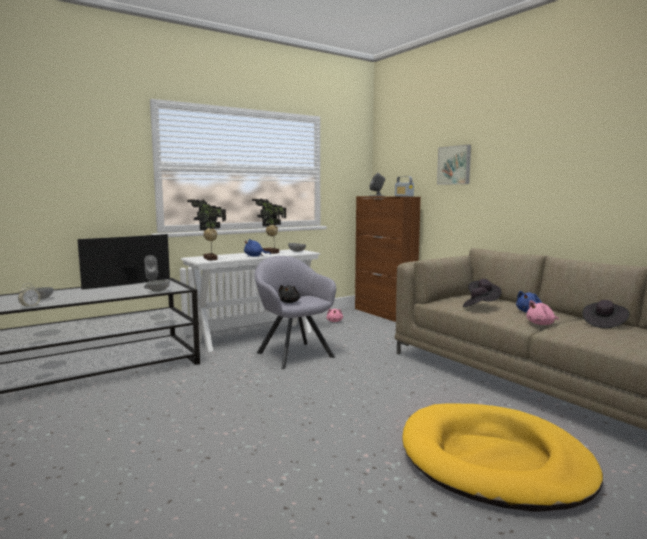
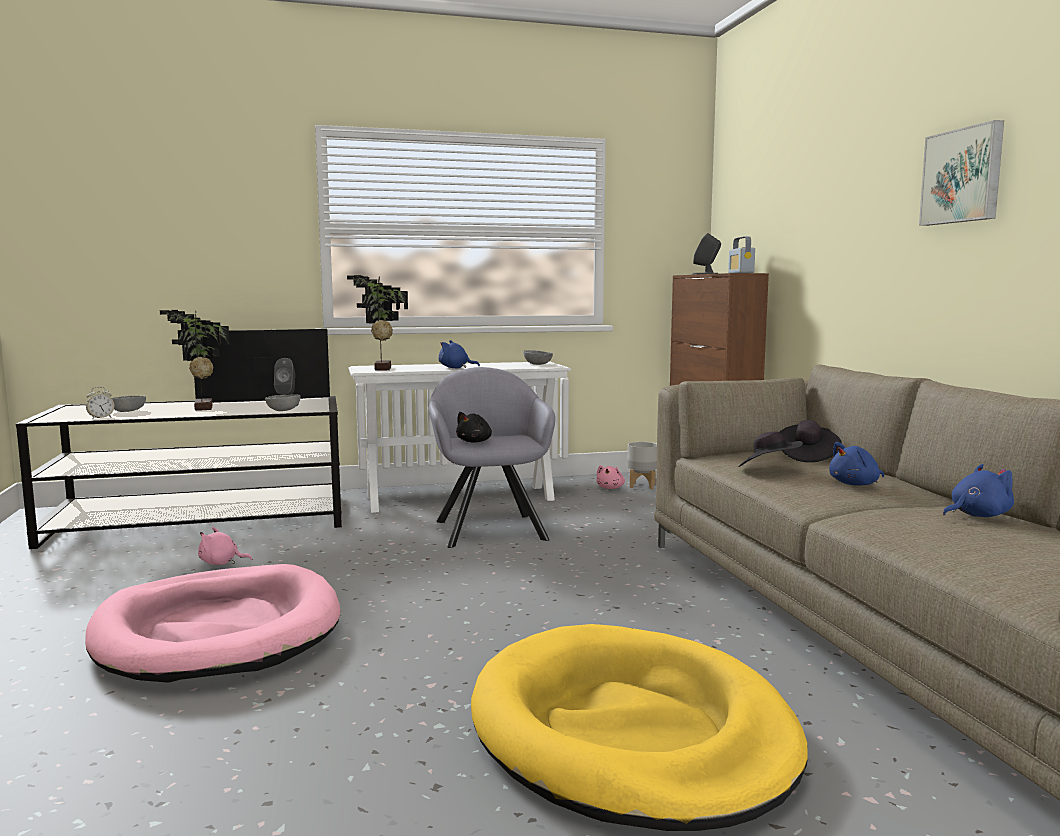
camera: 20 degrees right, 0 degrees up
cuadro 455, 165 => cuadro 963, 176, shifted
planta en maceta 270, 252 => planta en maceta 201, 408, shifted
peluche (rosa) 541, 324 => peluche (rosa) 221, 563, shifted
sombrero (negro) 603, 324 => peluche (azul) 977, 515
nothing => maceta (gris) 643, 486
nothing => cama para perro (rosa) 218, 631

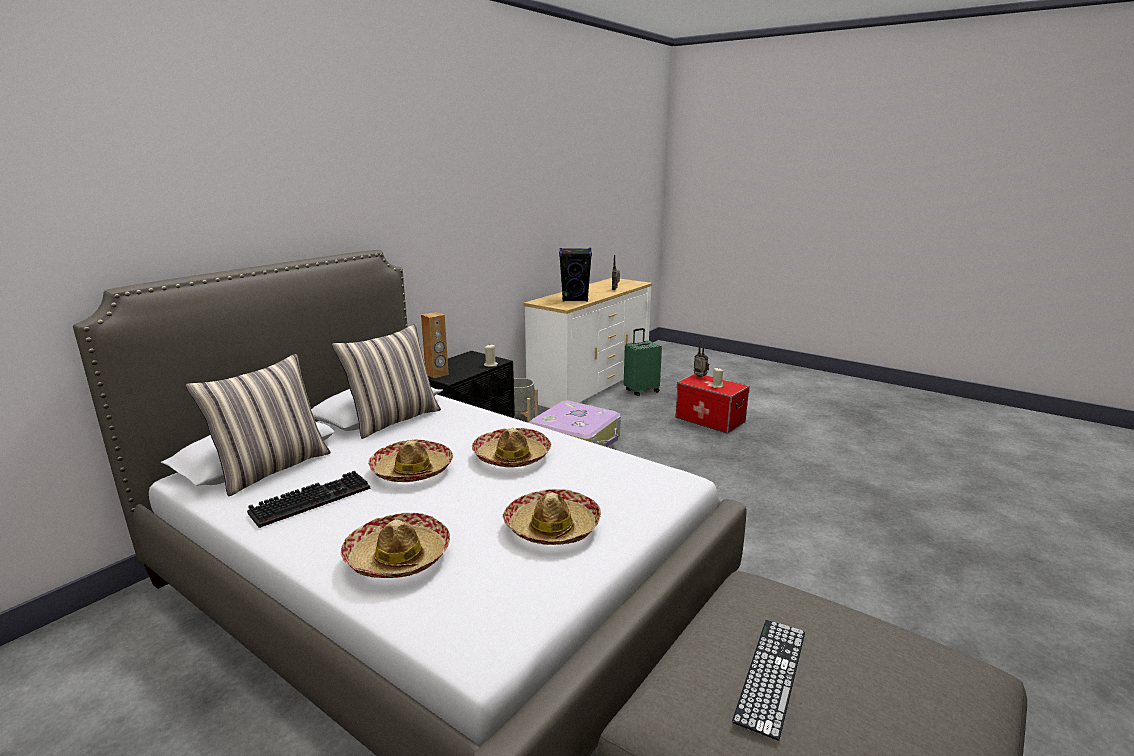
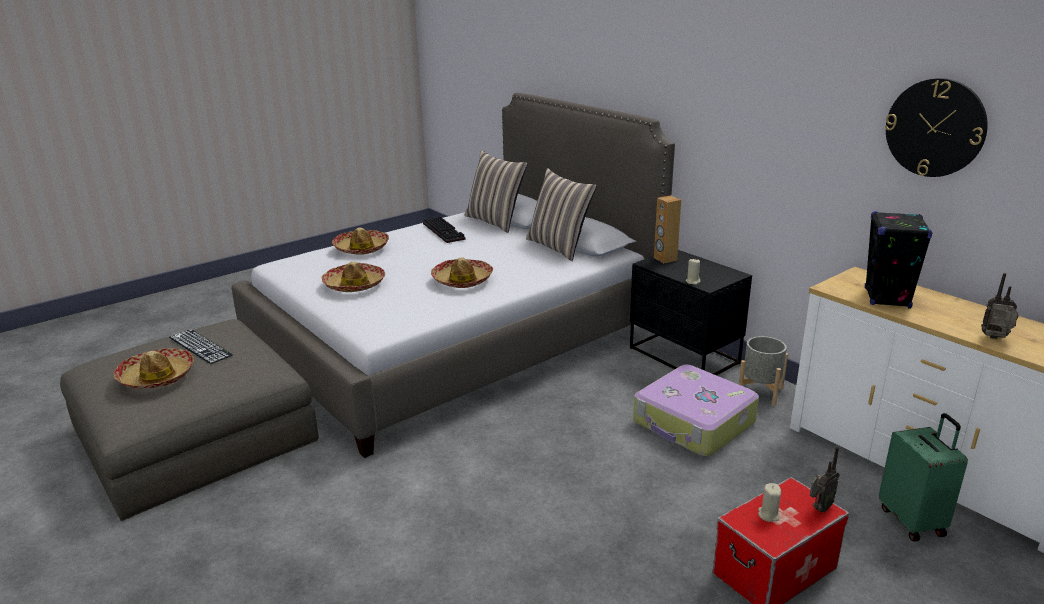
camera: 105 degrees right, 5 degrees up
sombrero 412, 470 => sombrero 157, 377, shifted
nothing => reloj de pared 935, 128

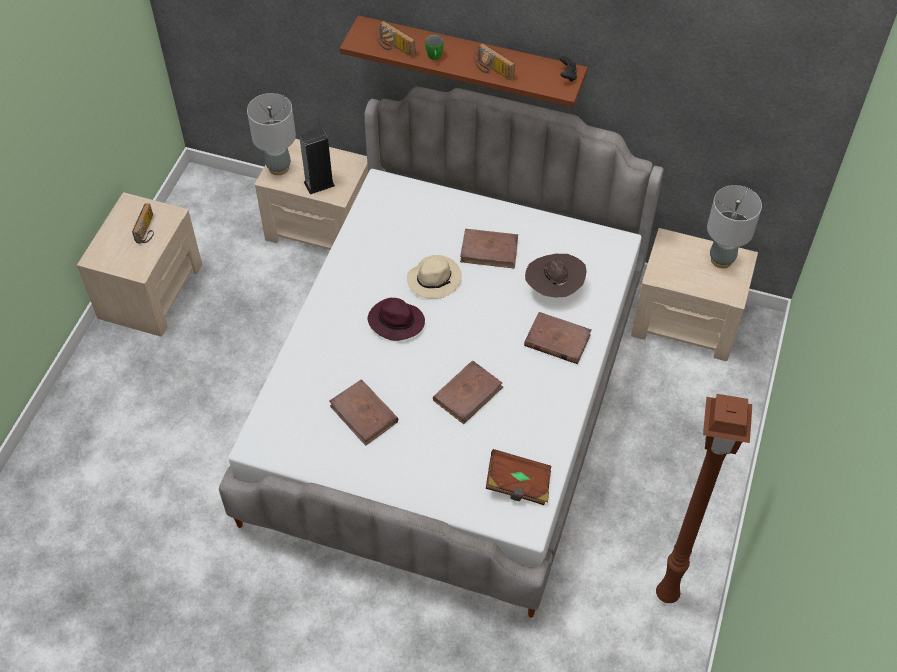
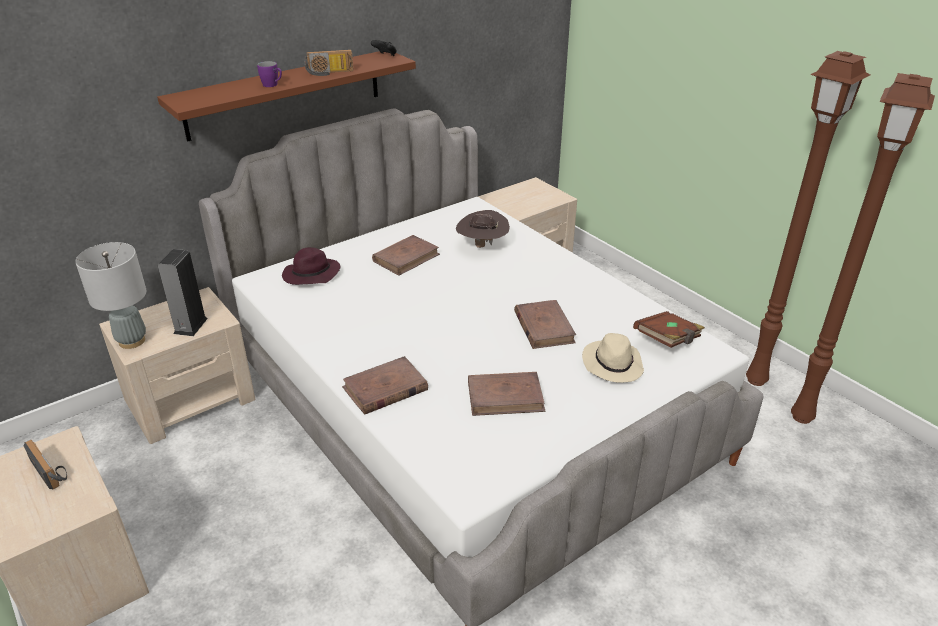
camera: 55 degrees left, 20 degrees down
radio 394, 47 => nothing
taza grande (verde) 434, 58 => taza grande (morado) 273, 85
lámpara de mesa (gris) 721, 259 => nothing
sombrero (beis) 435, 279 => sombrero (beis) 612, 364, shifted
sombrero (morado) 395, 321 => sombrero (morado) 311, 275, shifted
libro (marrón) 557, 340 => libro (marrón) 385, 389, shifted
nothing => lámpara de pie (marrón) 803, 417

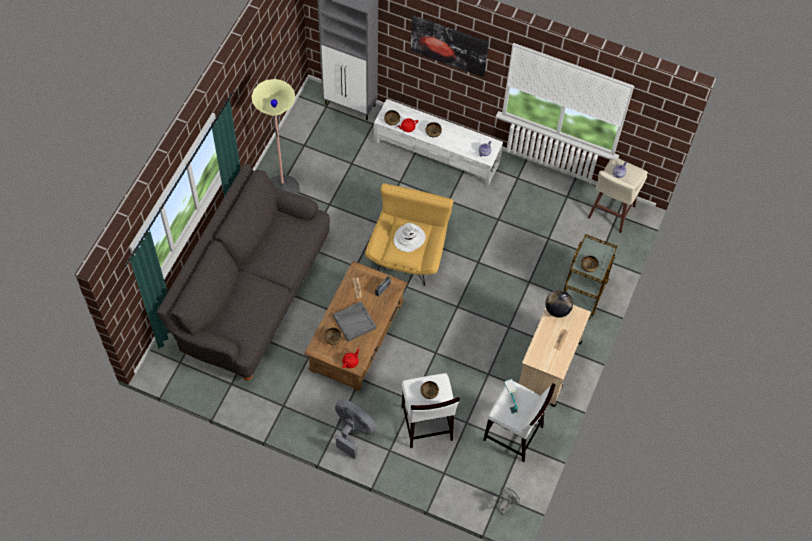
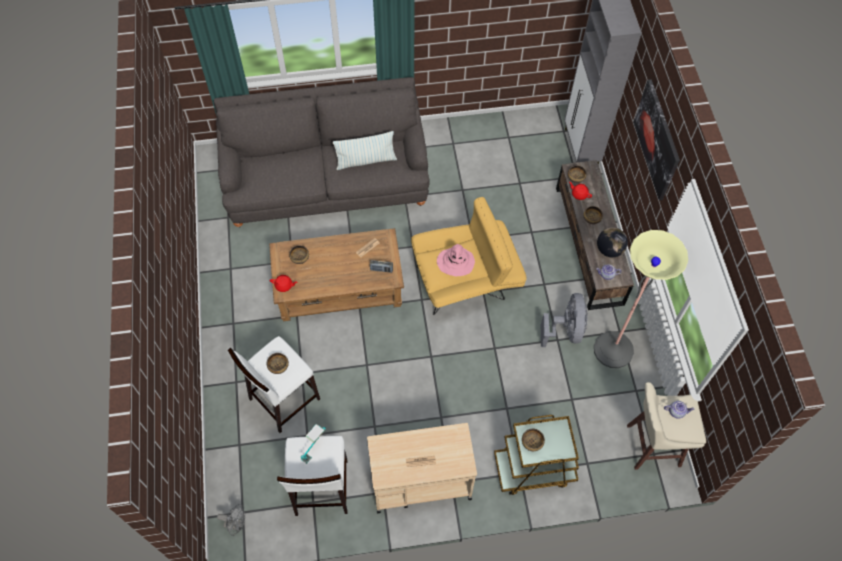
camera: 60 degrees right, 0 degrees up
lámpara de pie 283, 189 => lámpara de pie 613, 350, shifted
mueble de televisión (blanco) 437, 153 => mueble de televisión (marrón) 588, 245
sombrero (blanco) 409, 238 => sombrero (rosa) 455, 262
globo terráqueo 557, 310 => globo terráqueo 609, 250, shifted
bandeja (gris) 354, 321 => nothing
ventilador (gris) 353, 431 => ventilador (gris) 565, 330, shifted
nothing => cojín 366, 161

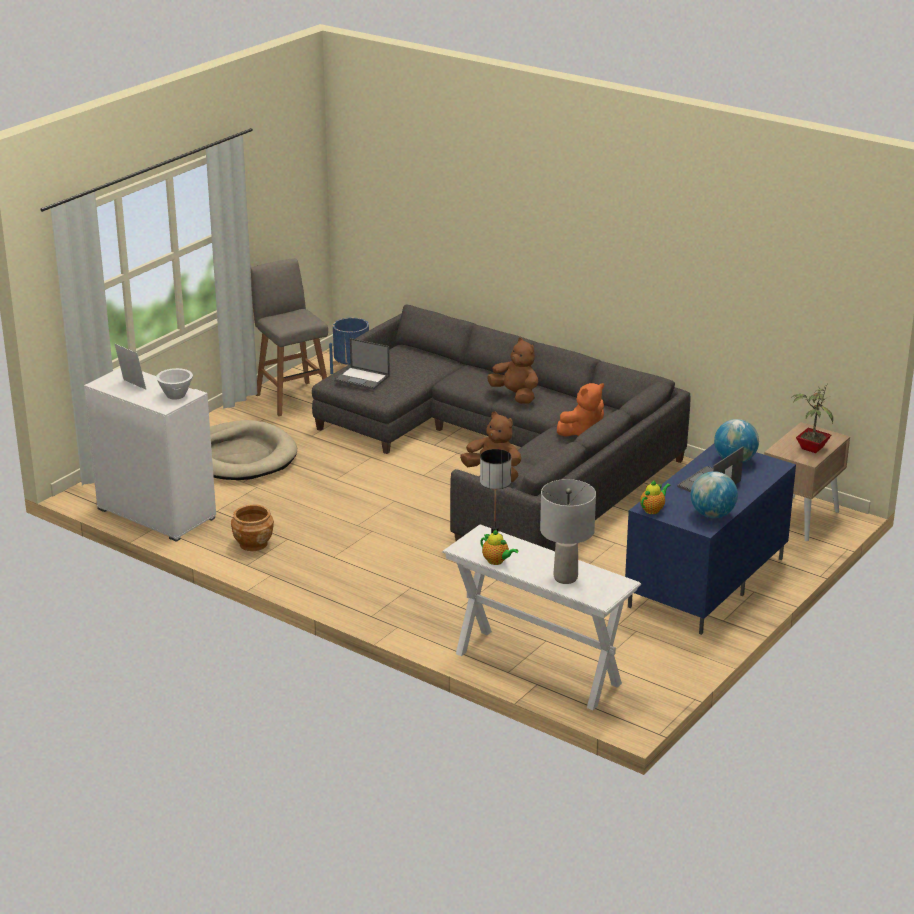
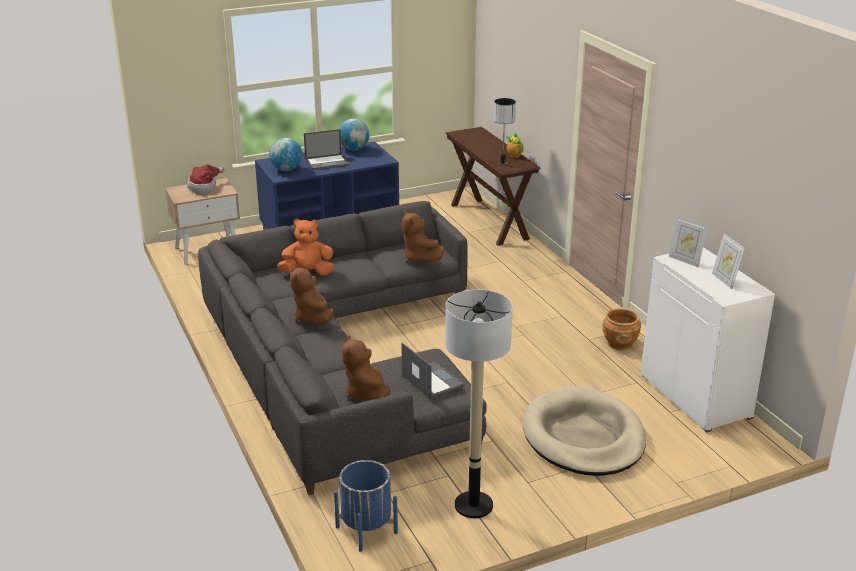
camera: 150 degrees left, 0 degrees up
taburete (gris) 292, 397 => lámpara de pie 473, 505
cuenco (blanco) 175, 395 => portarretratos 685, 260
planta en maceta 811, 448 => sombrero 204, 187
lámpara de mesa (gris) 566, 578 => nothing
tetera 653, 509 => nothing
mesa consola (blanco) 537, 668 => mesa consola (marrón) 489, 221
nothing => peluche (marrón) 366, 394

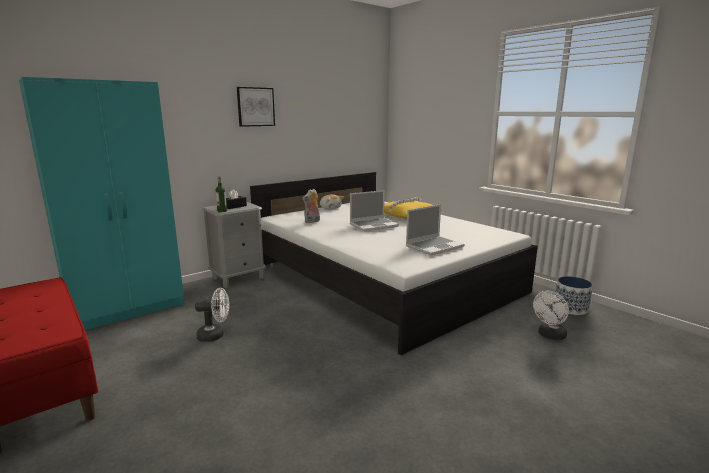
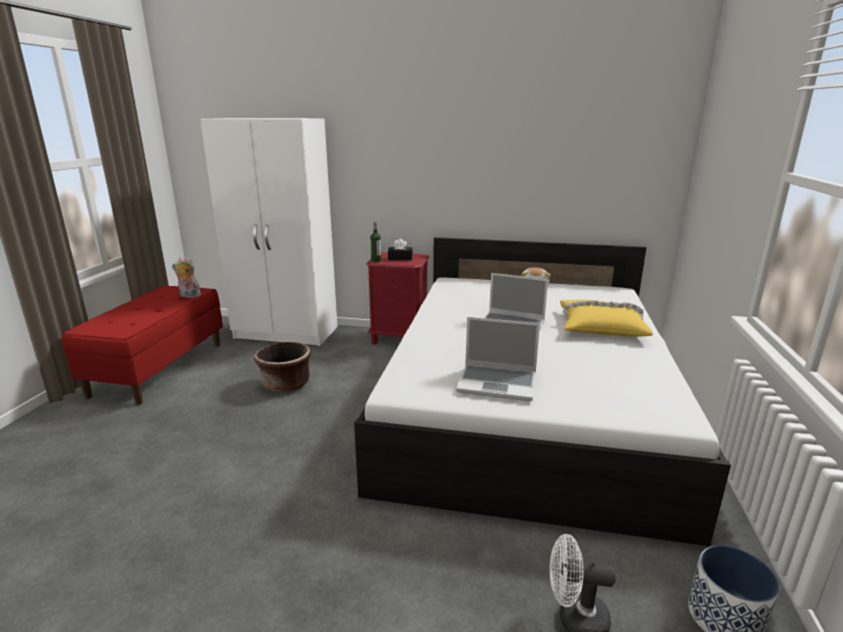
camera: 50 degrees right, 5 degrees up
armario ropero (turquesa) 128, 309 => armario ropero (blanco) 286, 333
cuadro 255, 107 => nothing
peluche 312, 221 => peluche 189, 296, shifted
mesita de noche (gris) 238, 278 => mesita de noche (rojo) 399, 338
ventilador (blanco) 215, 335 => maceta (marrón) 286, 384

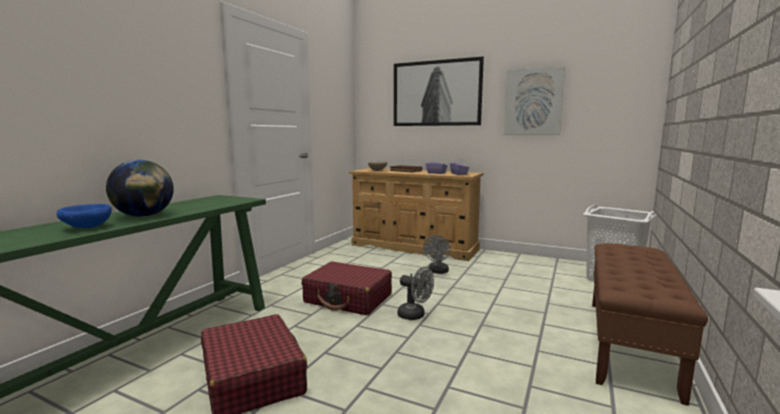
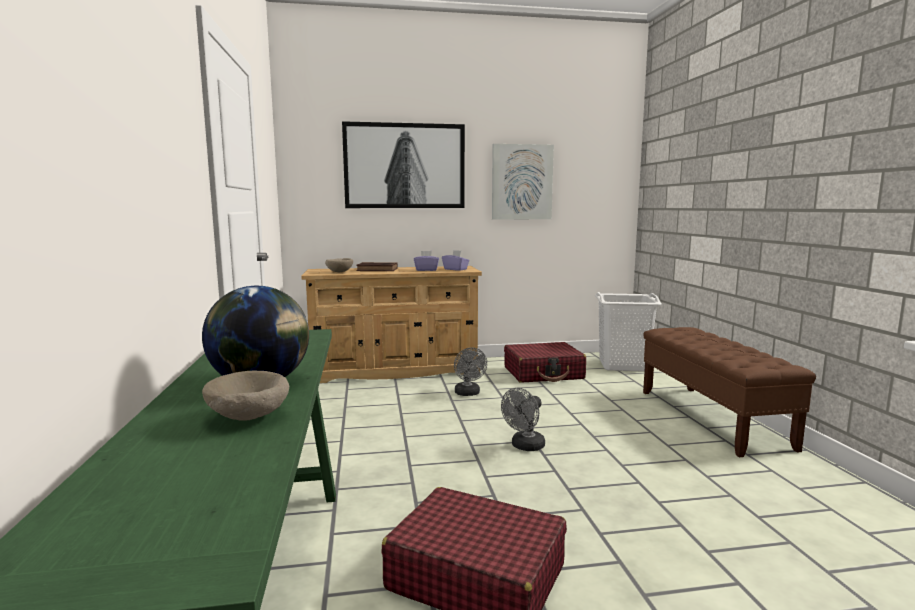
camera: 35 degrees left, 0 degrees up
cuenco (azul) 86, 228 => cuenco (beis) 247, 418
maleta (rojo) 348, 299 => maleta (rojo) 543, 373, shifted
ventilador (gris) 415, 315 => ventilador (gris) 525, 447, 135 degrees clockwise

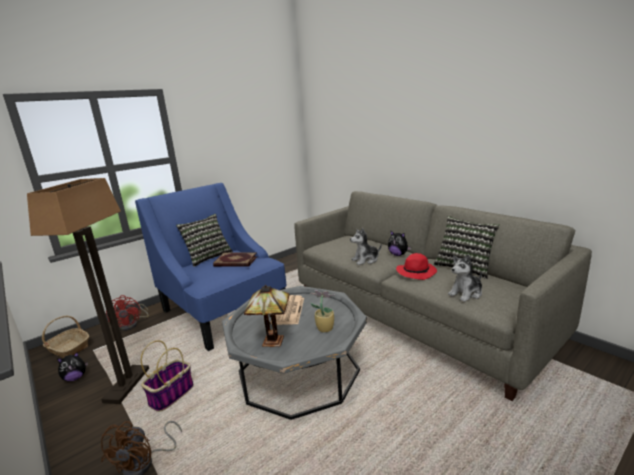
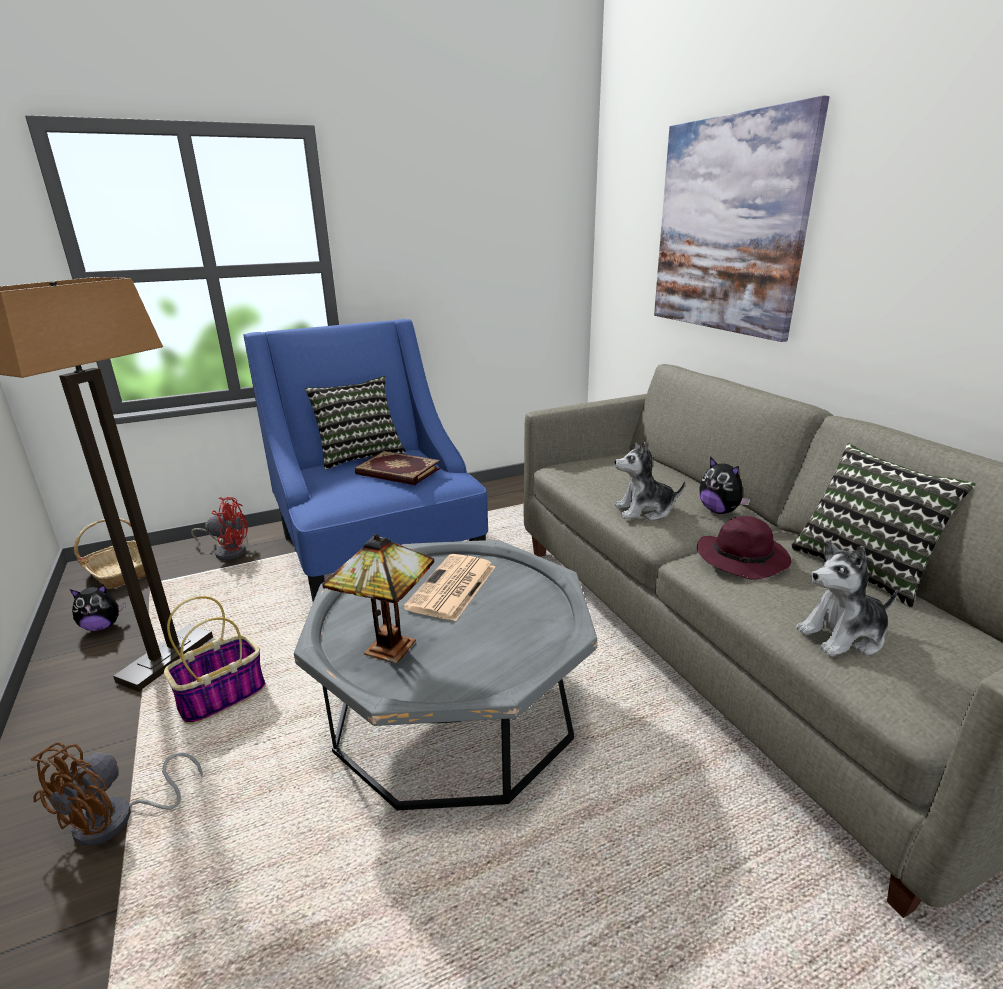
camera: 15 degrees right, 5 degrees up
sombrero (rojo) 416, 272 => sombrero (morado) 743, 558
planta en maceta 324, 328 => nothing
ventilador (rojo) 132, 324 => ventilador (rojo) 228, 551, 90 degrees counterclockwise
nothing => cuadro 727, 226

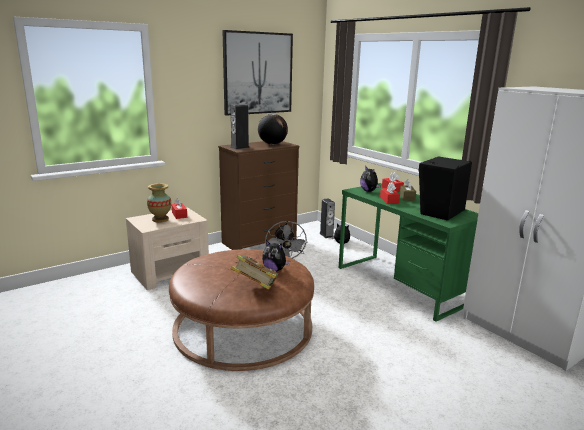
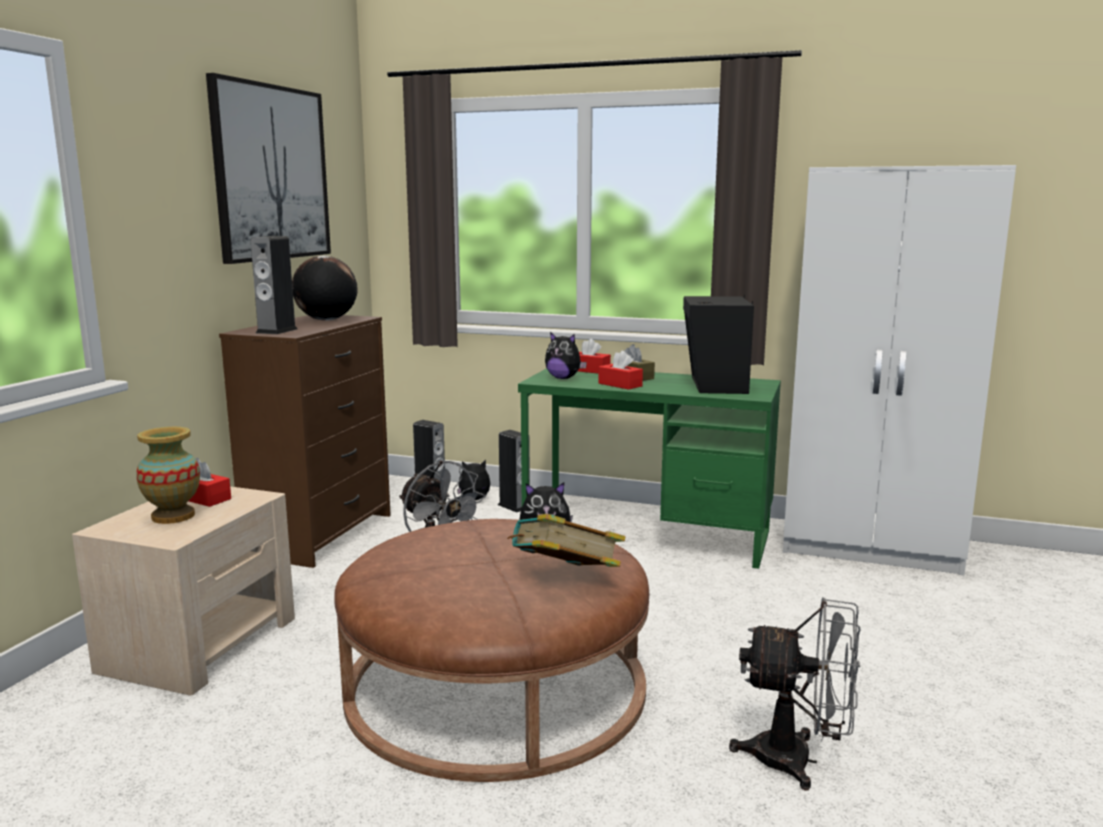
camera: 35 degrees left, 5 degrees down
nothing => altavoz 514, 506
nothing => ventilador (gris) 798, 760

